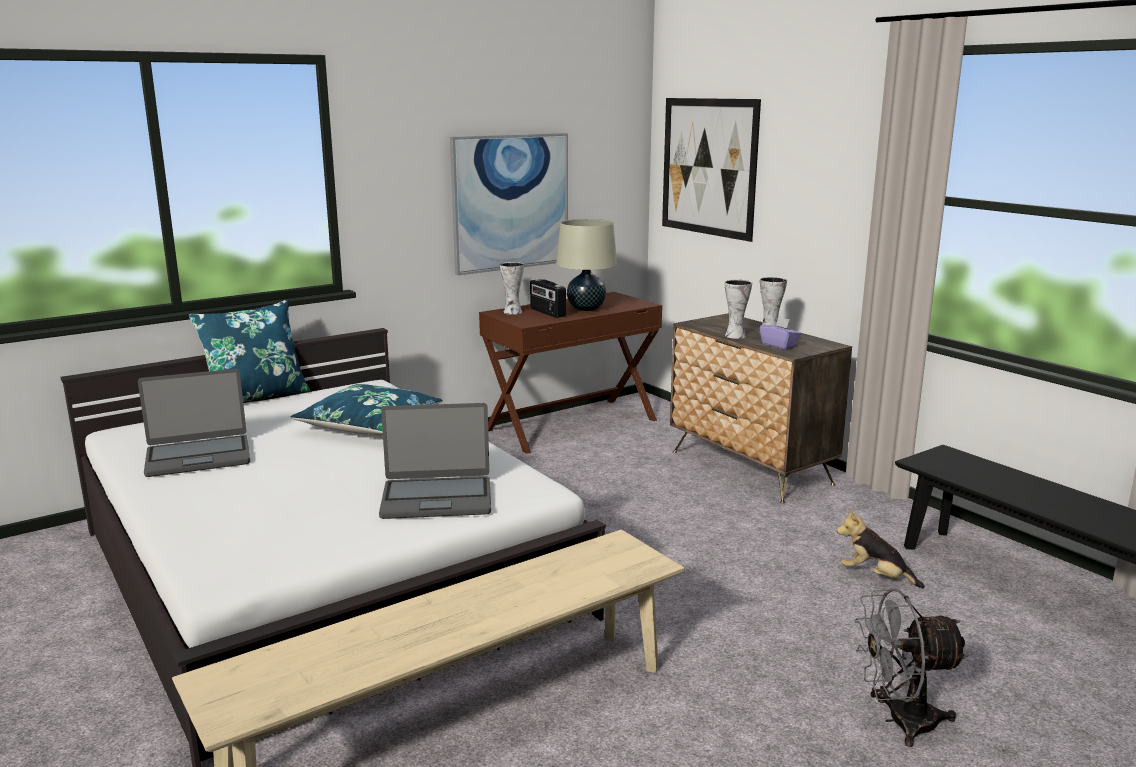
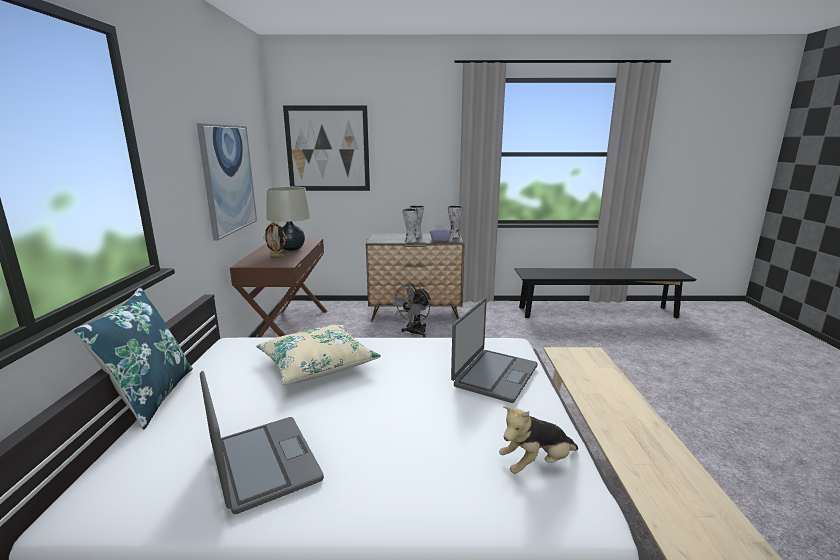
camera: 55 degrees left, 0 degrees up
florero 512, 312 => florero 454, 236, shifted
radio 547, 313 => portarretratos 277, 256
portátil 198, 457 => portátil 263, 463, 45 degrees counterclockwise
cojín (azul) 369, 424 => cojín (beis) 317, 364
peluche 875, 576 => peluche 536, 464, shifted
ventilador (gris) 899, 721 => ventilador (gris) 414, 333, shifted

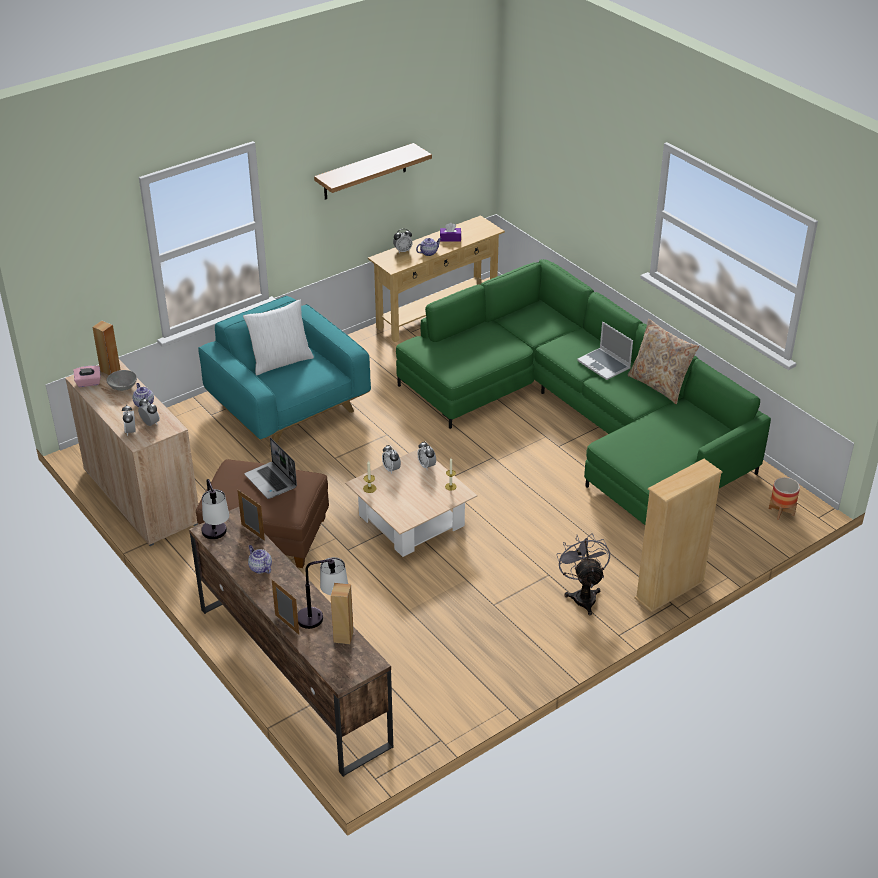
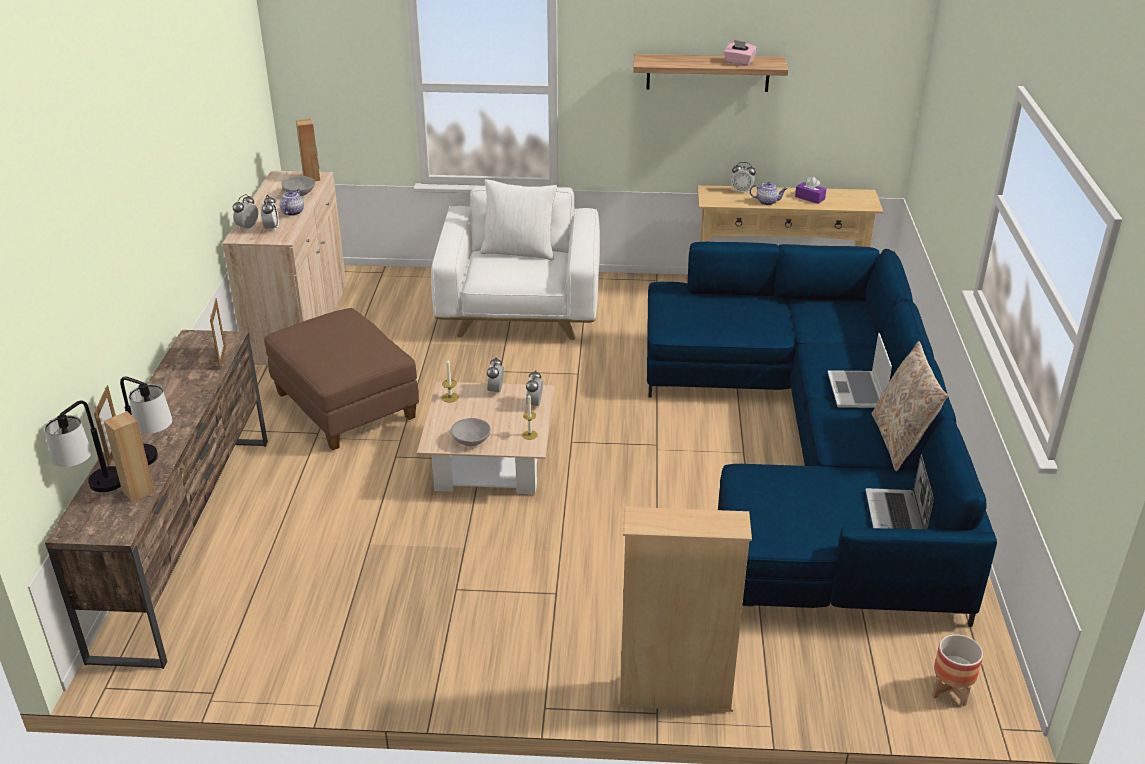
camera: 40 degrees right, 5 degrees down
sofá (verde) 579, 415 => sofá (azul) 812, 449
sillón (turquesa) 287, 406 => sillón (blanco) 520, 309
caja de pañuelos (rosa) 88, 383 => caja de pañuelos (rosa) 739, 62, shifted
portátil 271, 481 => portátil 896, 515, shifted
lámpara de mesa 217, 538 => lámpara de mesa 97, 492, shifted
ventilador (gris) 583, 595 => nothing
tetera 260, 568 => nothing
nothing => cuenco (gris) 471, 441

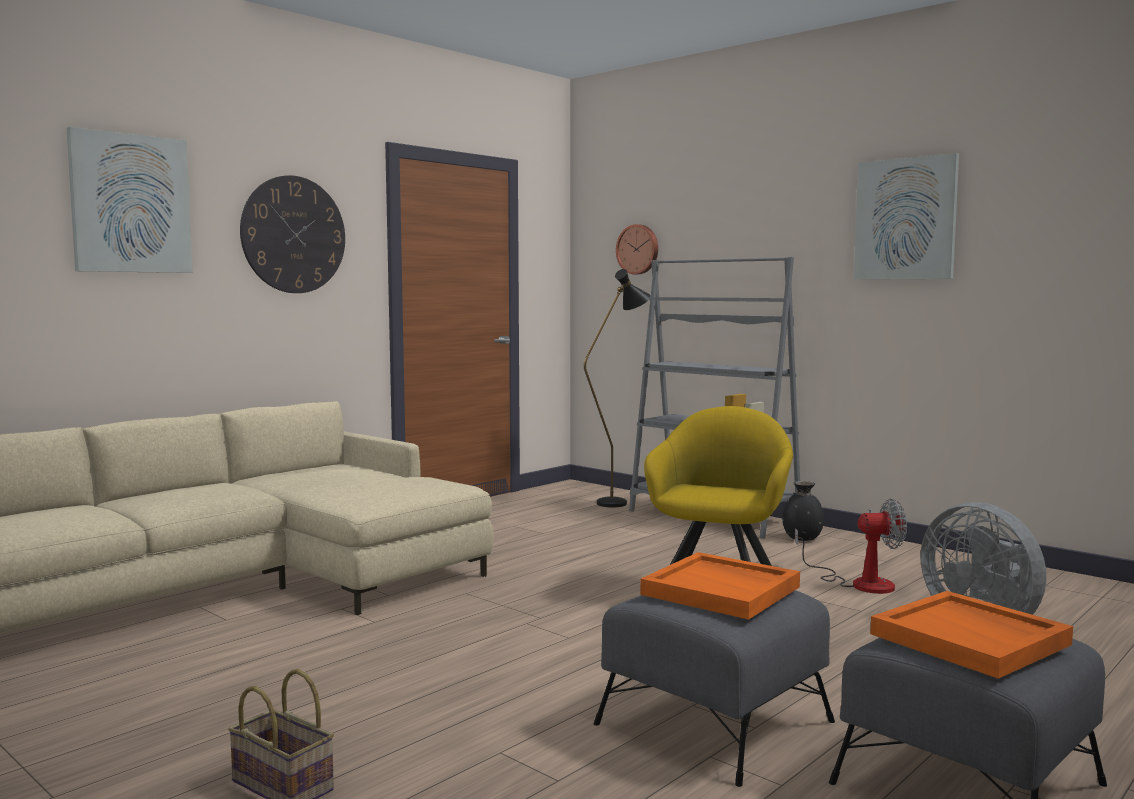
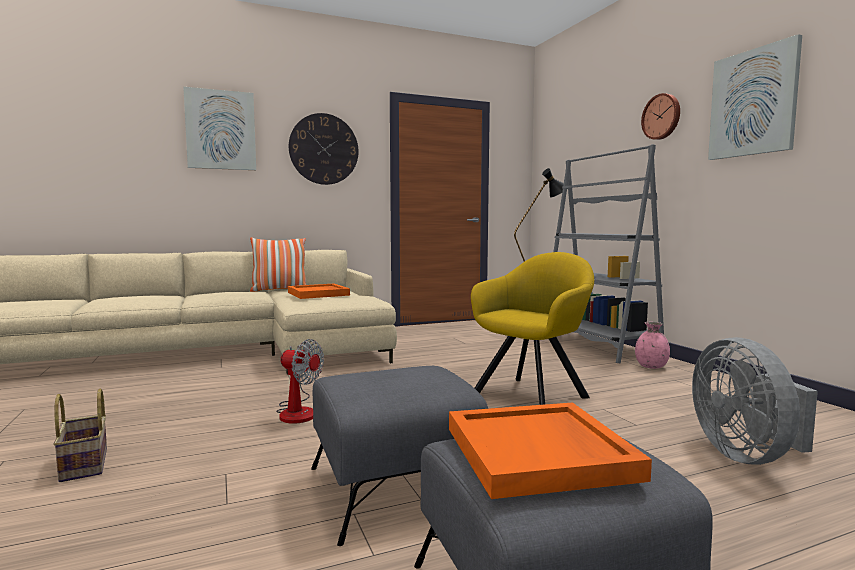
camera: 25 degrees right, 0 degrees up
reloj de pared 638, 249 => reloj de pared 662, 117, shifted
florero (negro) 802, 538 => florero (rosa) 651, 367
ventilador 859, 583 => ventilador 298, 411, shifted
bandeja (naranja) 722, 590 => bandeja (naranja) 319, 294, shifted
nothing => cojín 279, 290

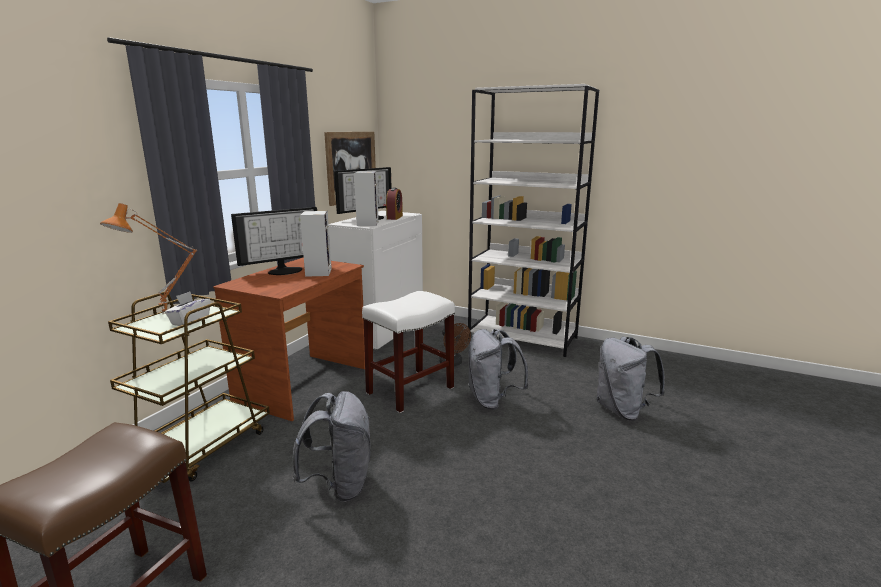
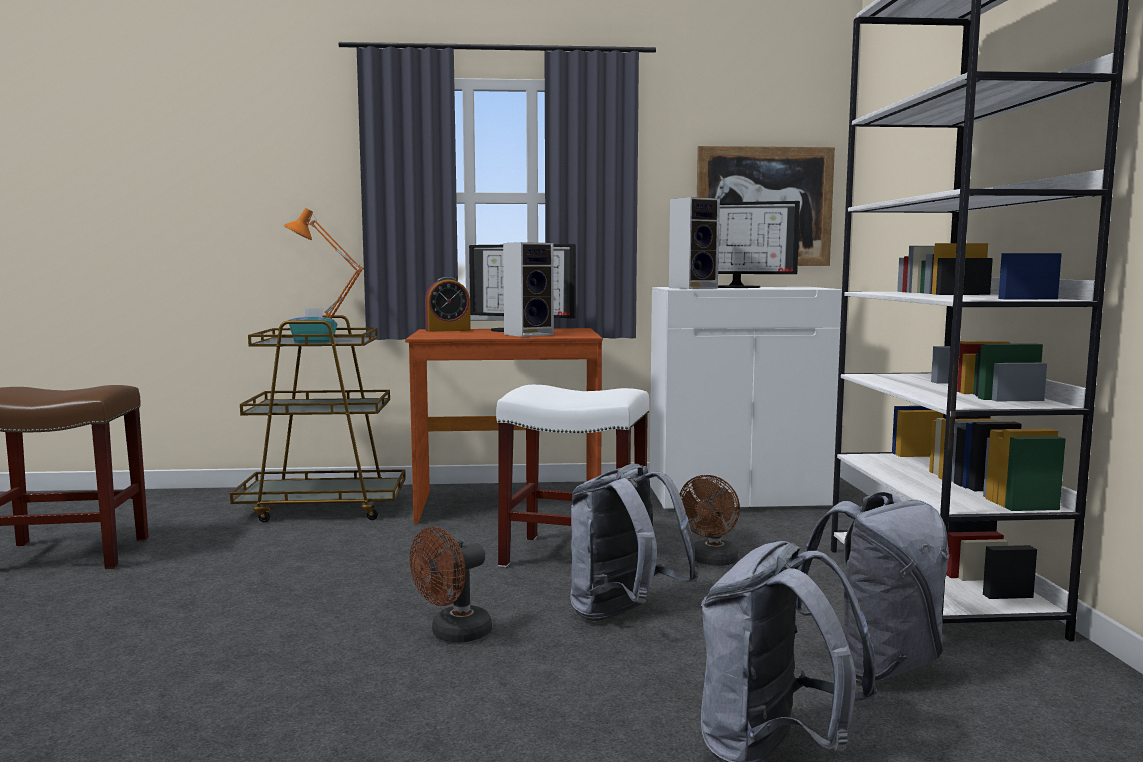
camera: 60 degrees right, 10 degrees down
despertador 394, 217 => despertador 448, 330, shifted
caja de pañuelos (blanco) 190, 321 => caja de pañuelos (turquesa) 314, 341
mochila (gris) 339, 485 => mochila (gris) 874, 665, shifted
nothing => ventilador (marrón) 453, 634

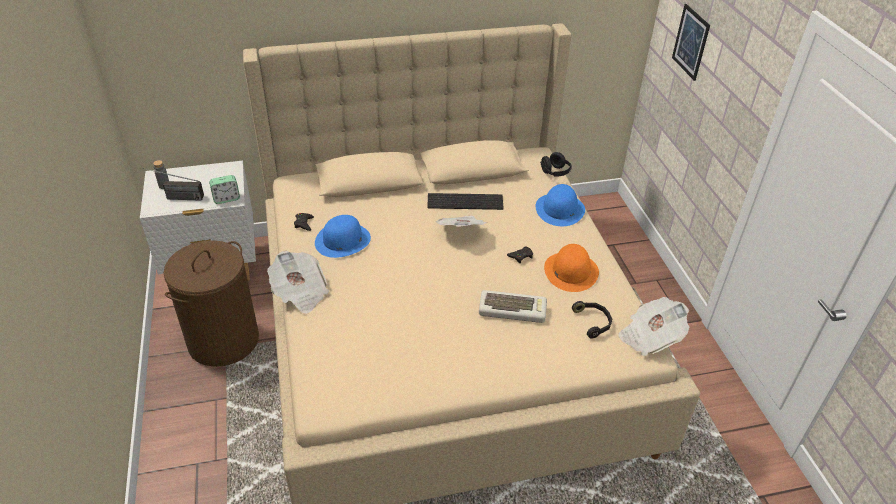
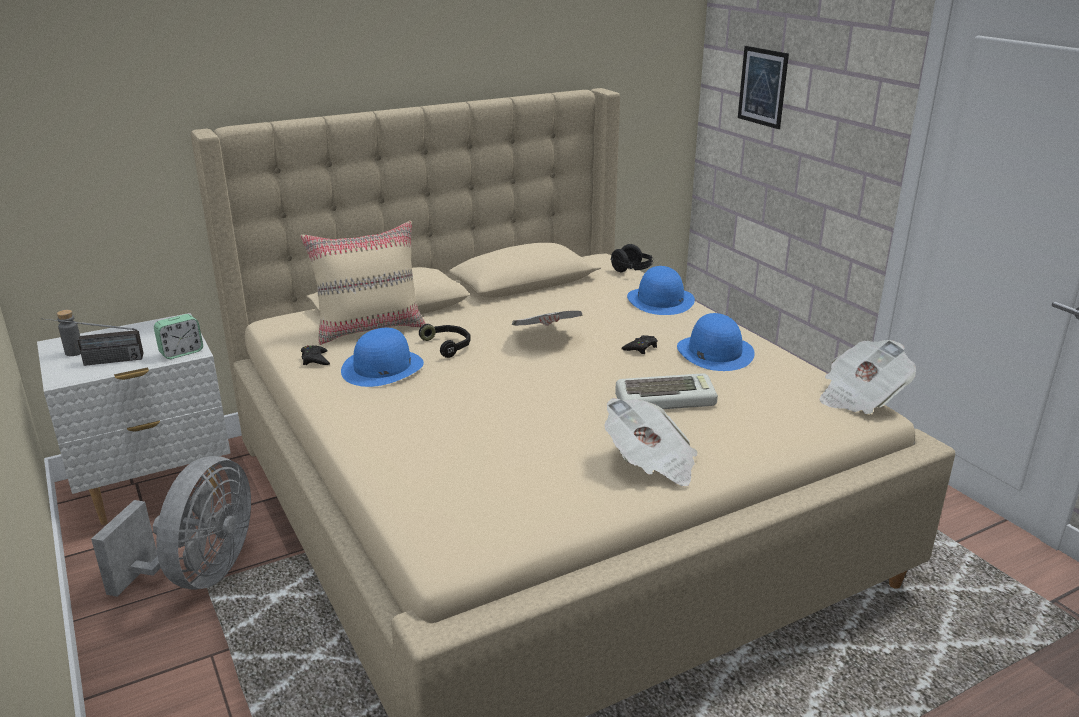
camera: 15 degrees left, 15 degrees down
teclado 466, 201 => nothing
cesto de la ropa (marrón) 223, 340 => ventilador (gris) 199, 574
sombrero (naranja) 571, 271 => sombrero (azul) 714, 352
periódico 300, 293 => periódico 651, 463, shifted
auriculares (negro) 593, 322 => auriculares (negro) 448, 345, shifted
nothing => cojín (beis) 370, 329

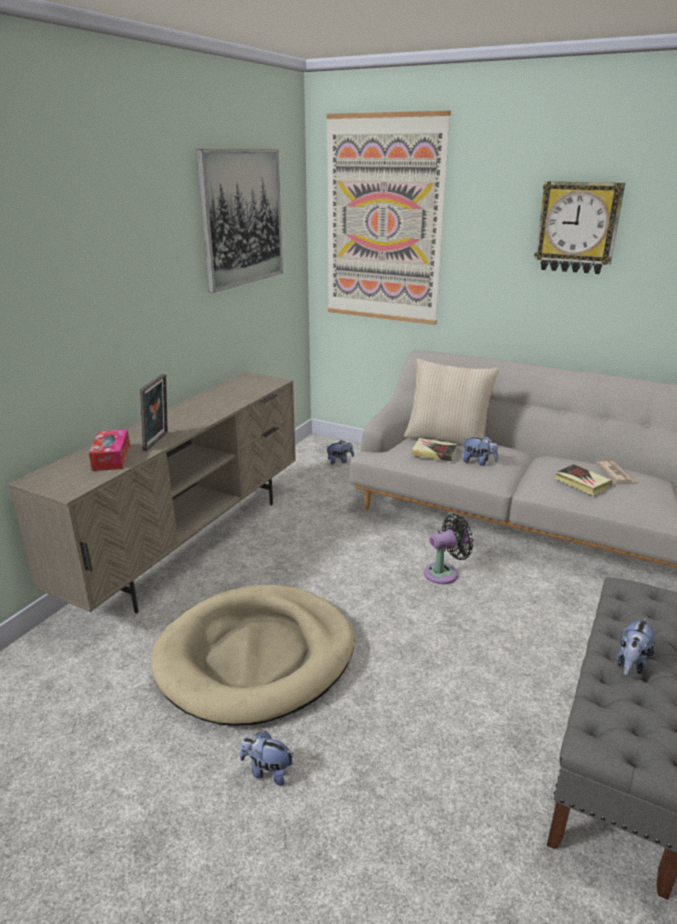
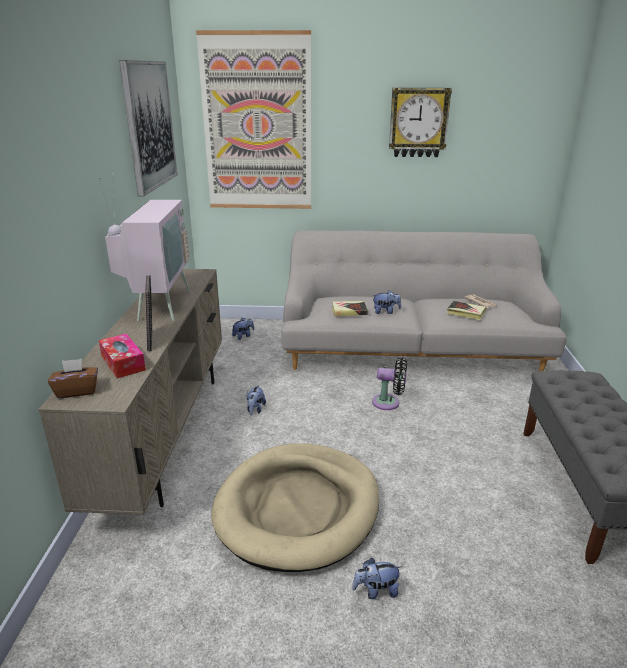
camera: 25 degrees left, 0 degrees up
cojín (beis) 447, 439 => nothing
ventilador (negro) 444, 573 => ventilador (negro) 389, 403, 60 degrees clockwise
peluche 631, 663 => peluche 255, 409, shifted
nothing => televisor 158, 304
nothing => caja de pañuelos (marrón) 77, 391

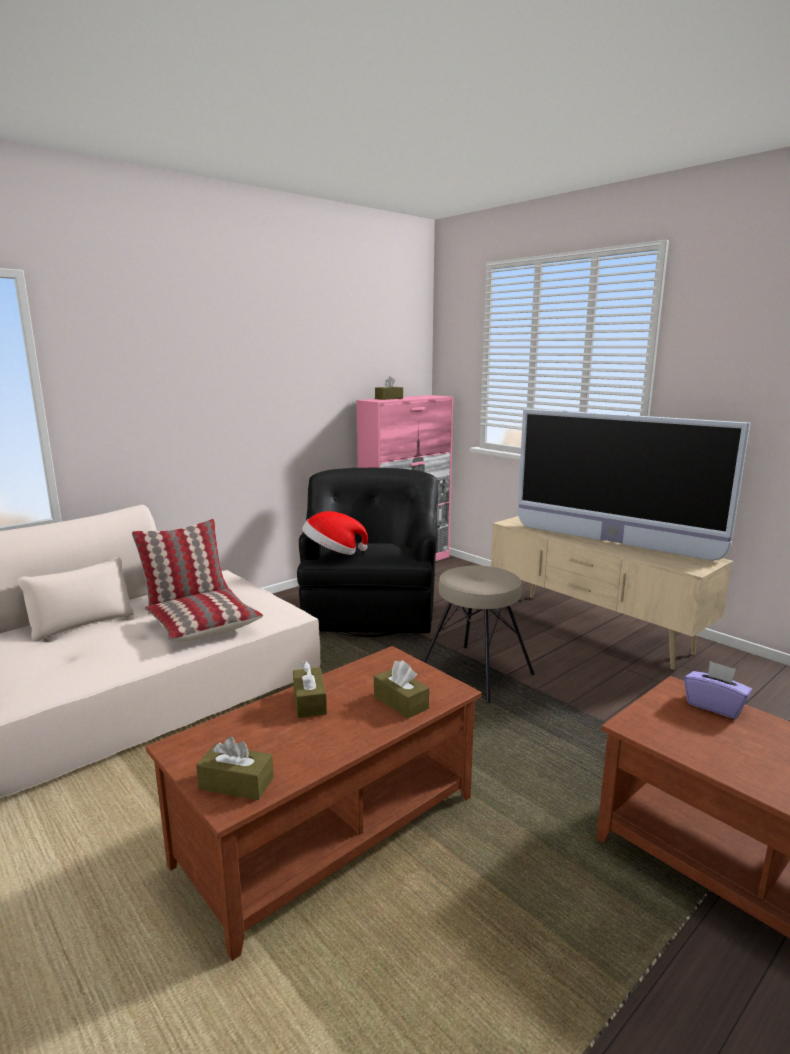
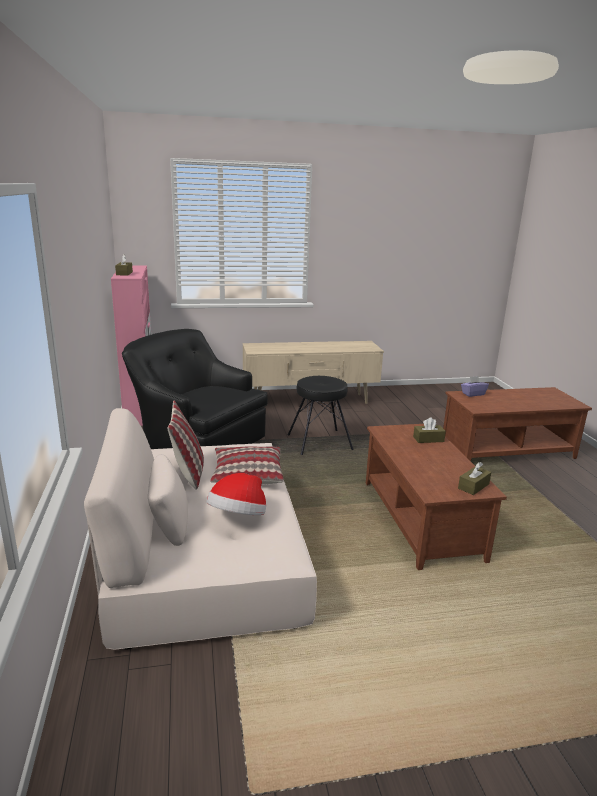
camera: 60 degrees left, 5 degrees up
televisor 612, 542 => nothing
sombrero 333, 552 => sombrero 238, 517, shifted
taburete (beis) 476, 672 => taburete (negro) 319, 442
caja de pañuelos (marrón) 309, 702 => nothing

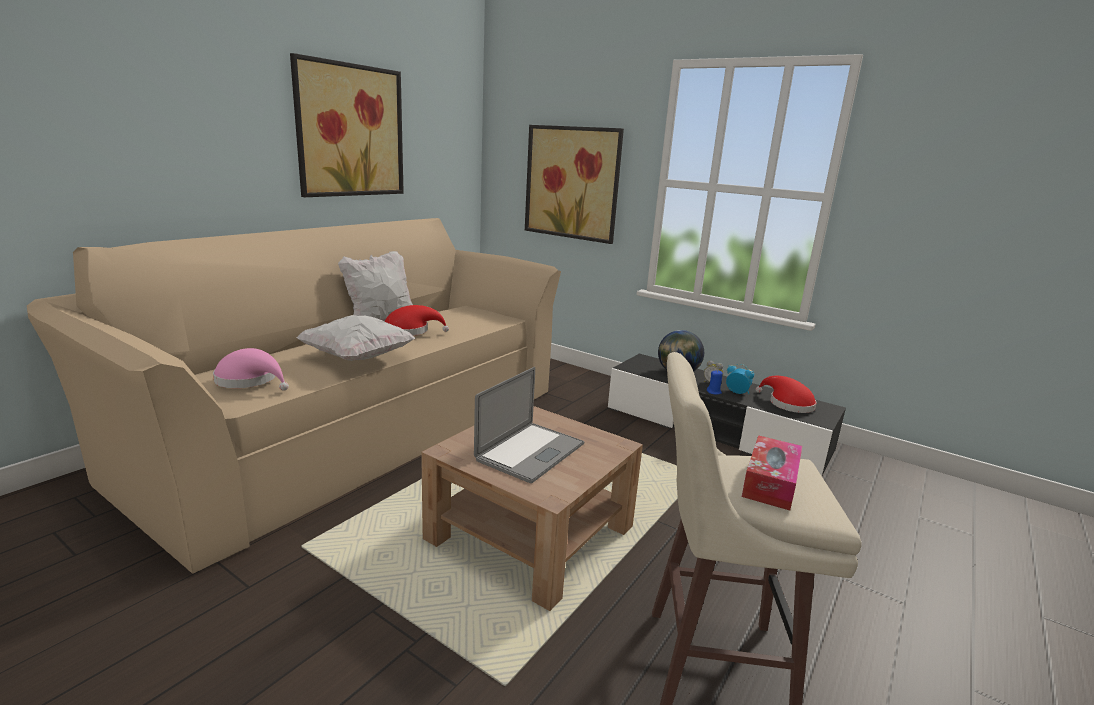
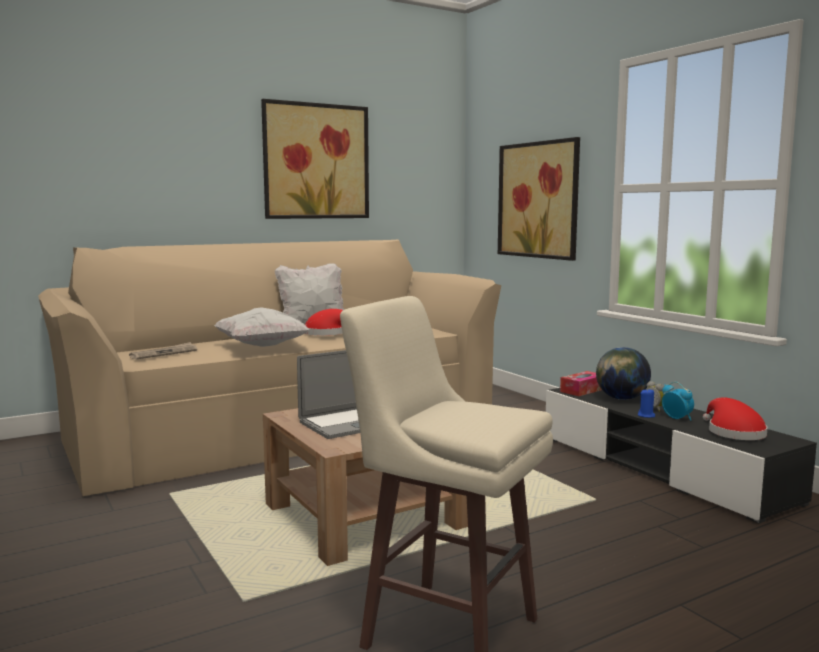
camera: 25 degrees right, 10 degrees down
sombrero (rosa) 250, 380 => periódico 164, 353
caja de pañuelos 770, 483 => caja de pañuelos 582, 390, shifted

